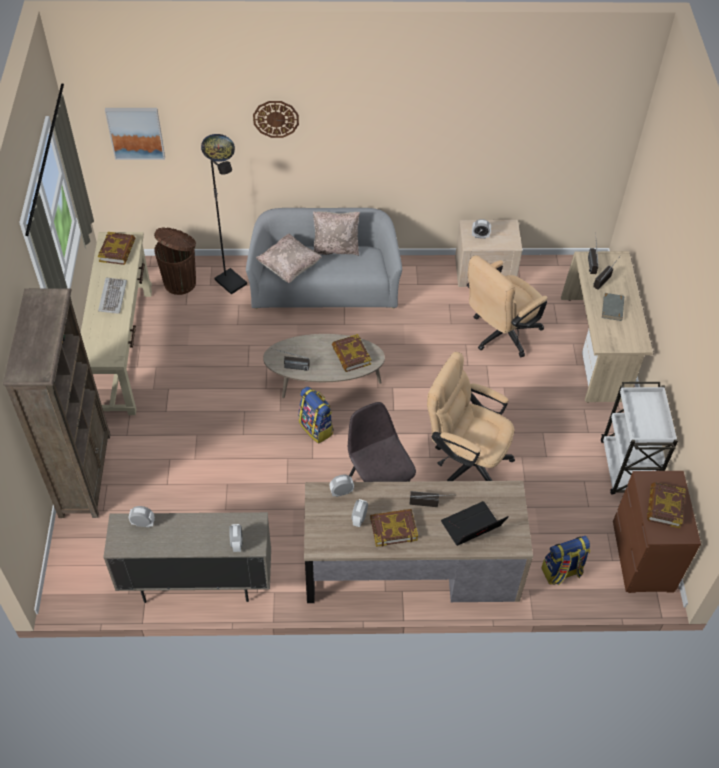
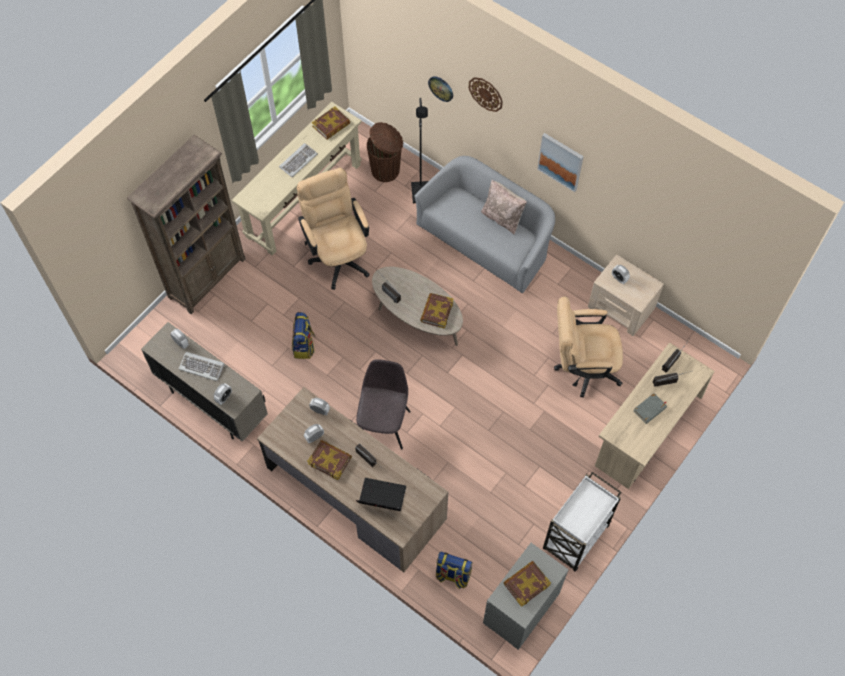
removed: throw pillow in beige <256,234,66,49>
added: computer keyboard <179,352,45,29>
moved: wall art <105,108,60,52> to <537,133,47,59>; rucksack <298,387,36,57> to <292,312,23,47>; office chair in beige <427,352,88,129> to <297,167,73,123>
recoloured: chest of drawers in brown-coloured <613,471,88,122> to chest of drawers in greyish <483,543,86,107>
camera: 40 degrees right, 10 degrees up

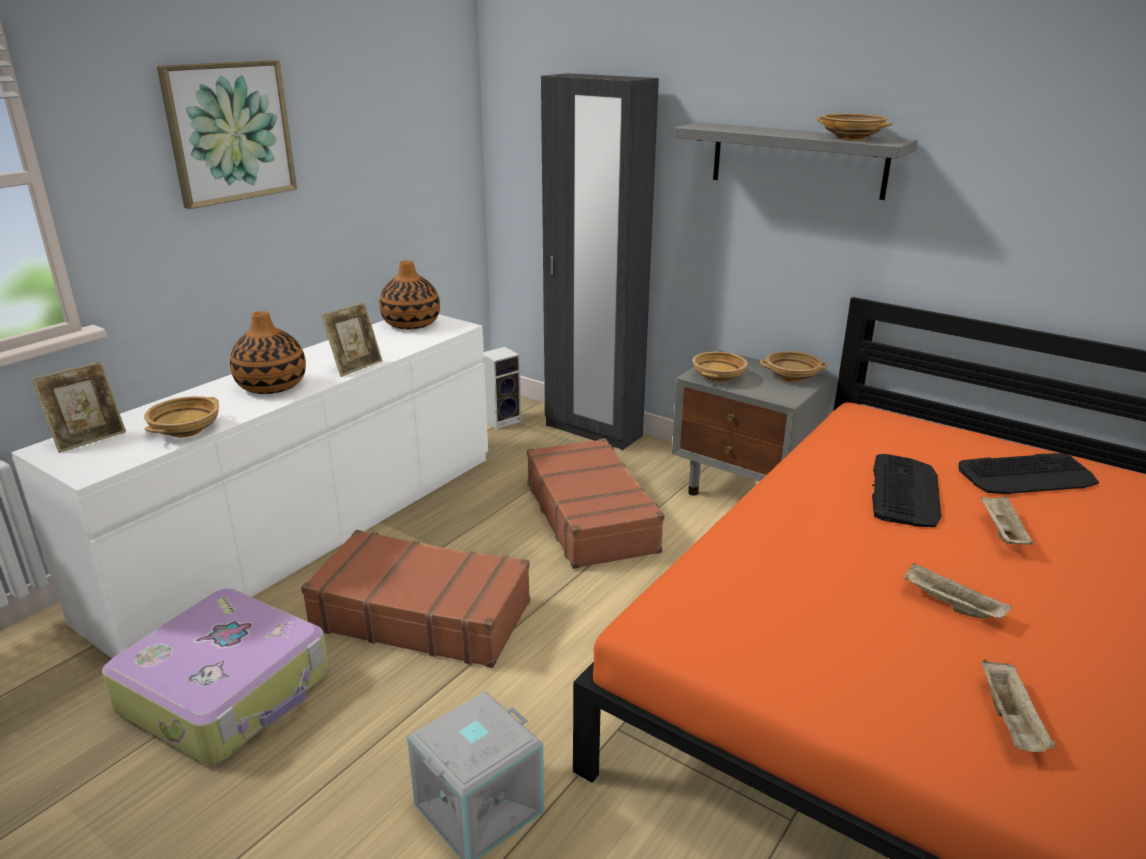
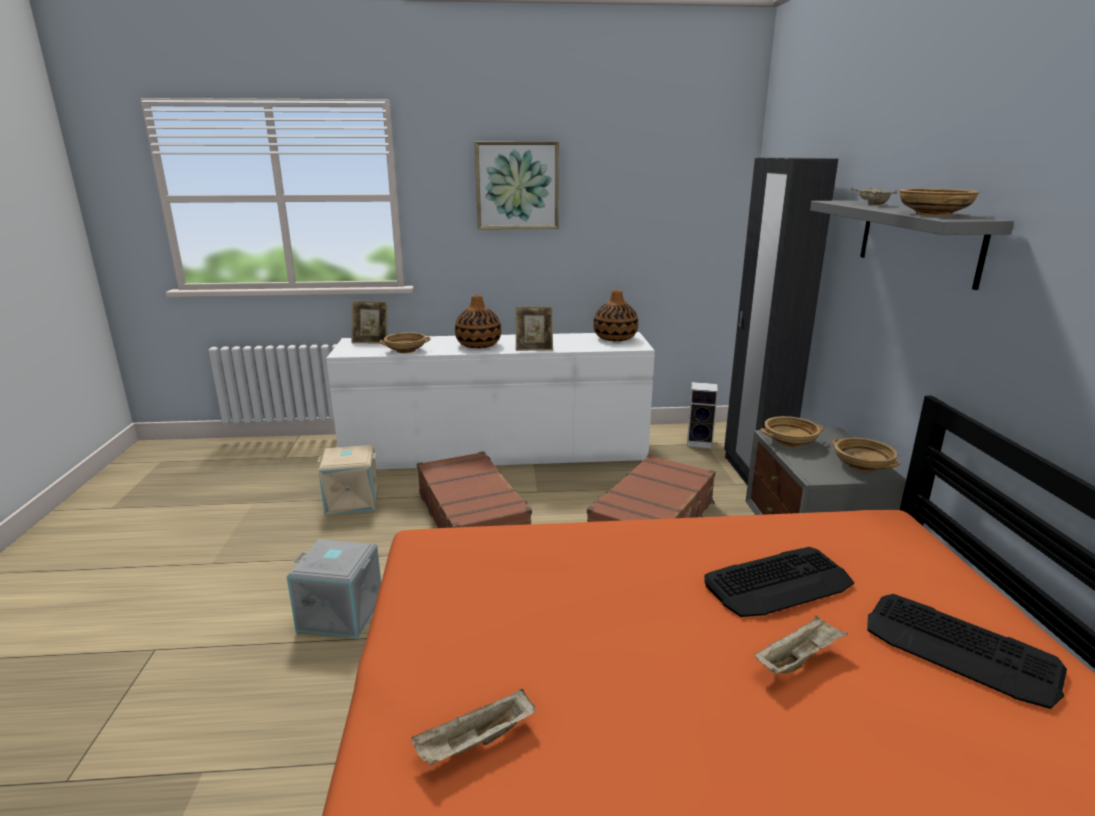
moved: serving tray in beige <904,563,108,55> to <851,187,46,18>
replaced: travel case <102,589,227,176> to storage container in beige <317,445,61,70>
camera: 50 degrees right, 5 degrees down

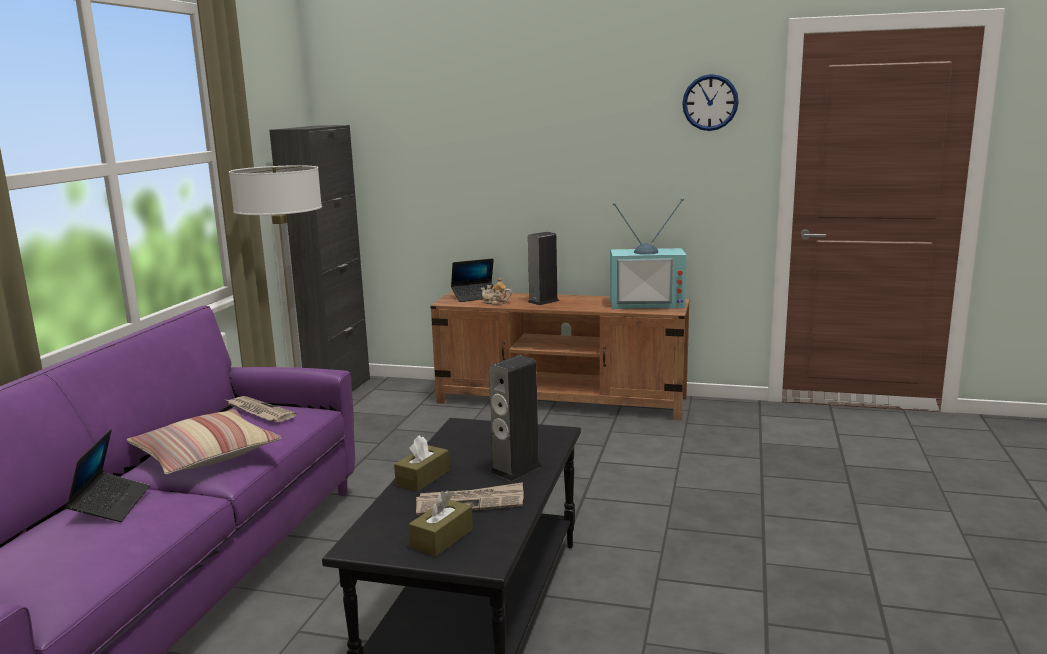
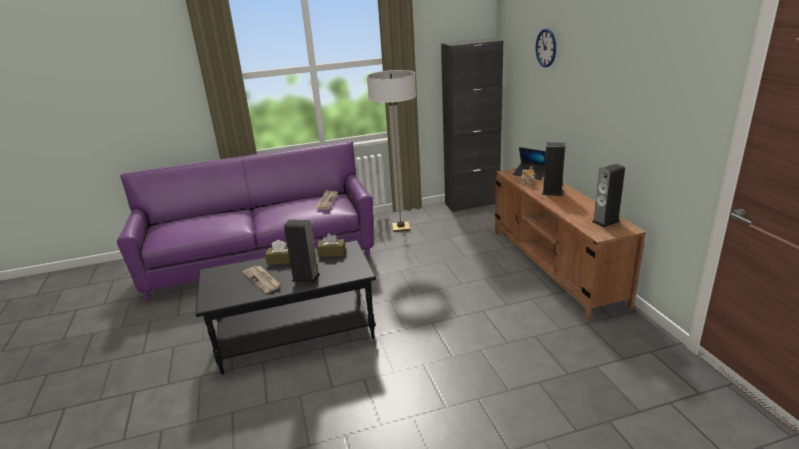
removed: laptop <66,429,84,93>; throw pillow <127,409,155,65>
moved: tissue box in brown-coloured <409,490,64,67> to <317,233,29,24>; wall clock <682,74,57,57> to <536,29,20,38>
replaced: TV <610,198,76,111> to loudspeaker <592,164,33,63>
camera: 60 degrees right, 10 degrees up

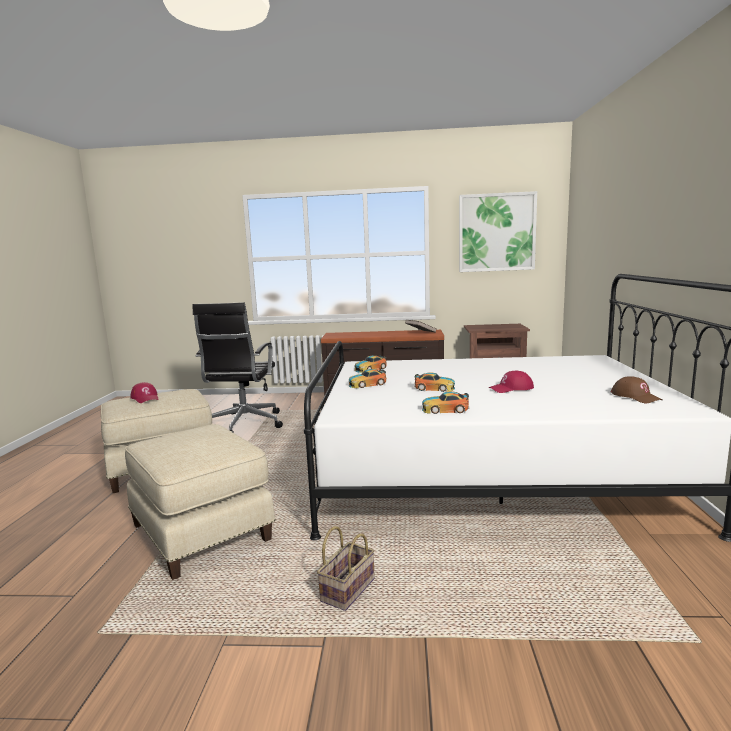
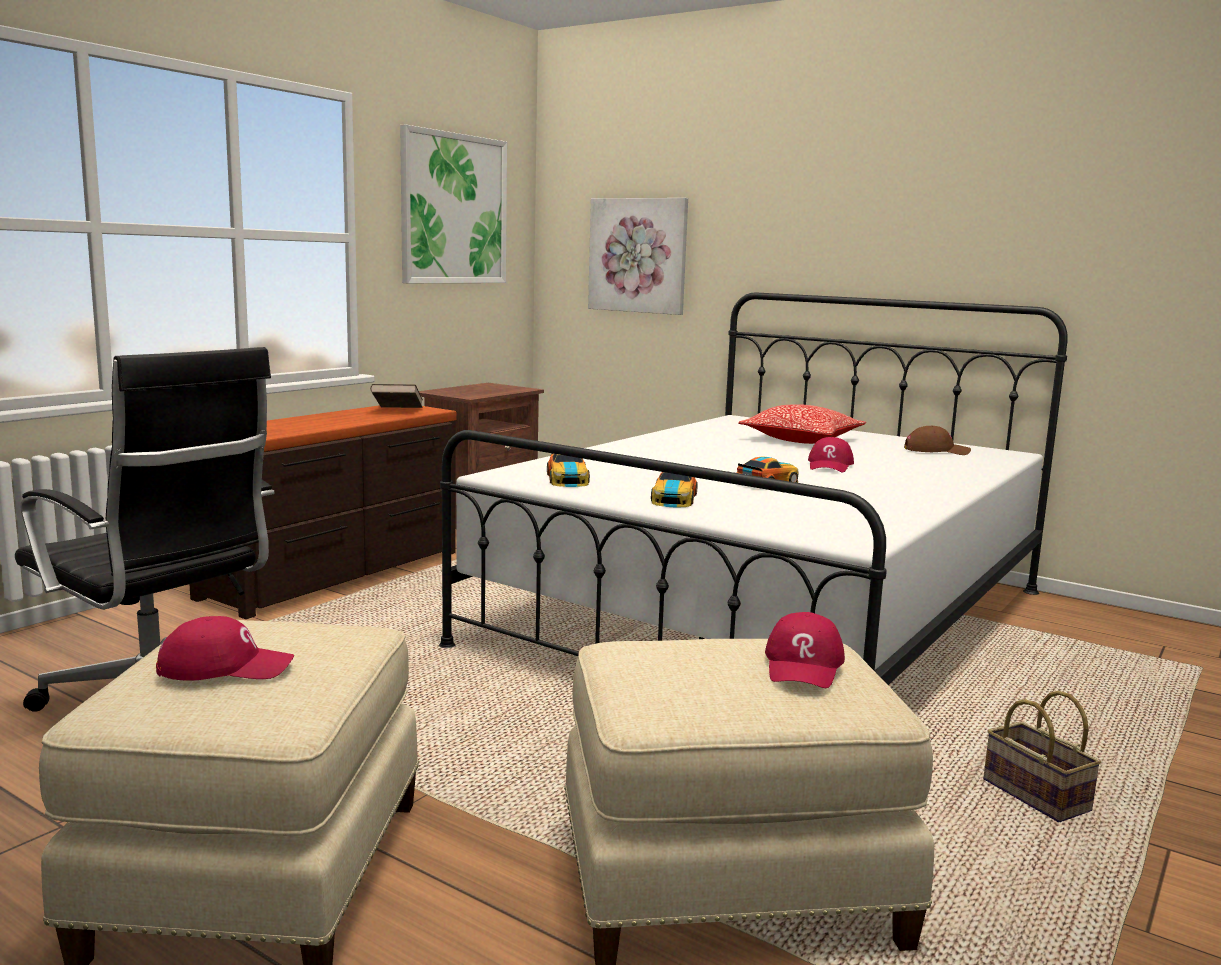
removed: model car <422,391,48,23>
added: wall art <588,198,100,117>; throw pillow <738,404,128,40>; baseball cap in red-coloured <765,612,80,76>
camera: 60 degrees left, 0 degrees up

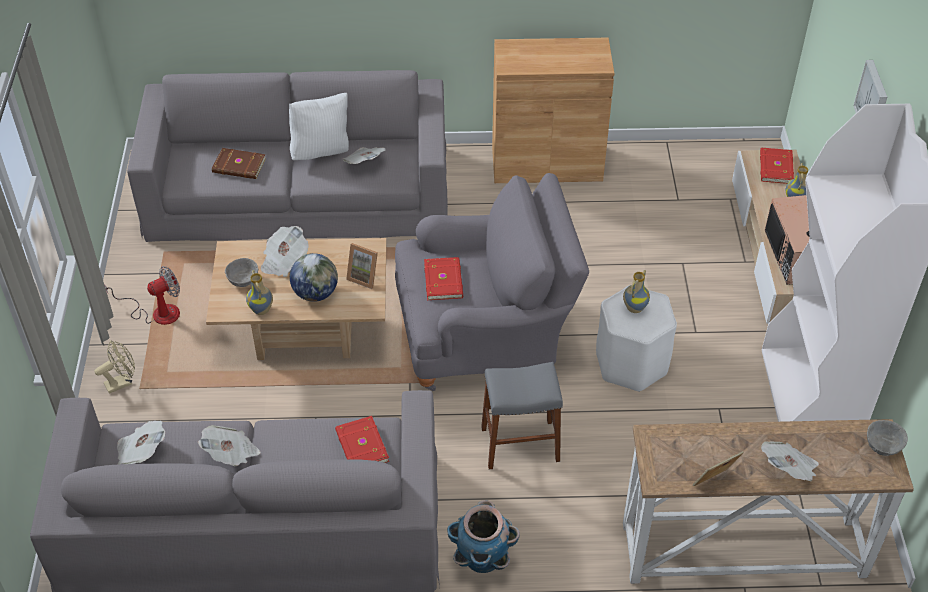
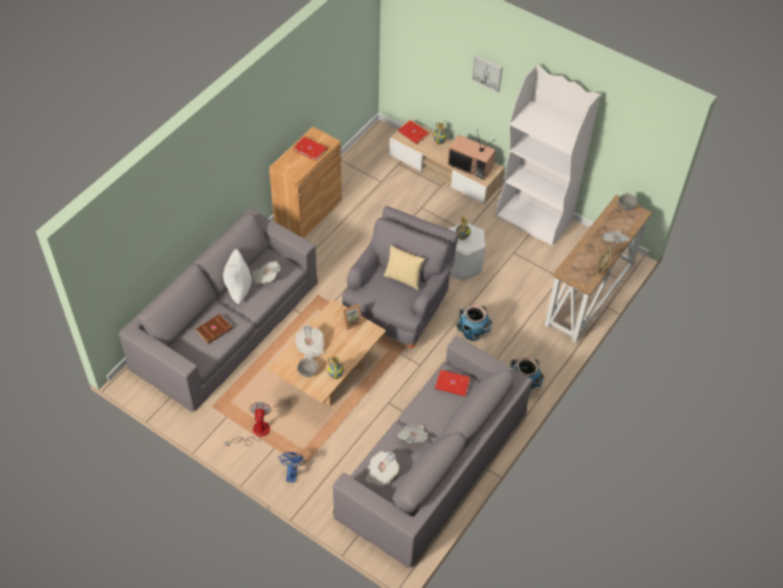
removed: globe <290,253,48,49>
added: throw pillow <383,245,42,45>
moved: bound book in red-coloured <424,257,39,43> to <293,137,34,24>
replaced: sitting stool in greyish <481,362,82,107> to planter <456,305,37,36>
recoloured: electric fan in beige <95,340,40,54> to electric fan in blue <278,452,27,31>
camera: 55 degrees left, 5 degrees up

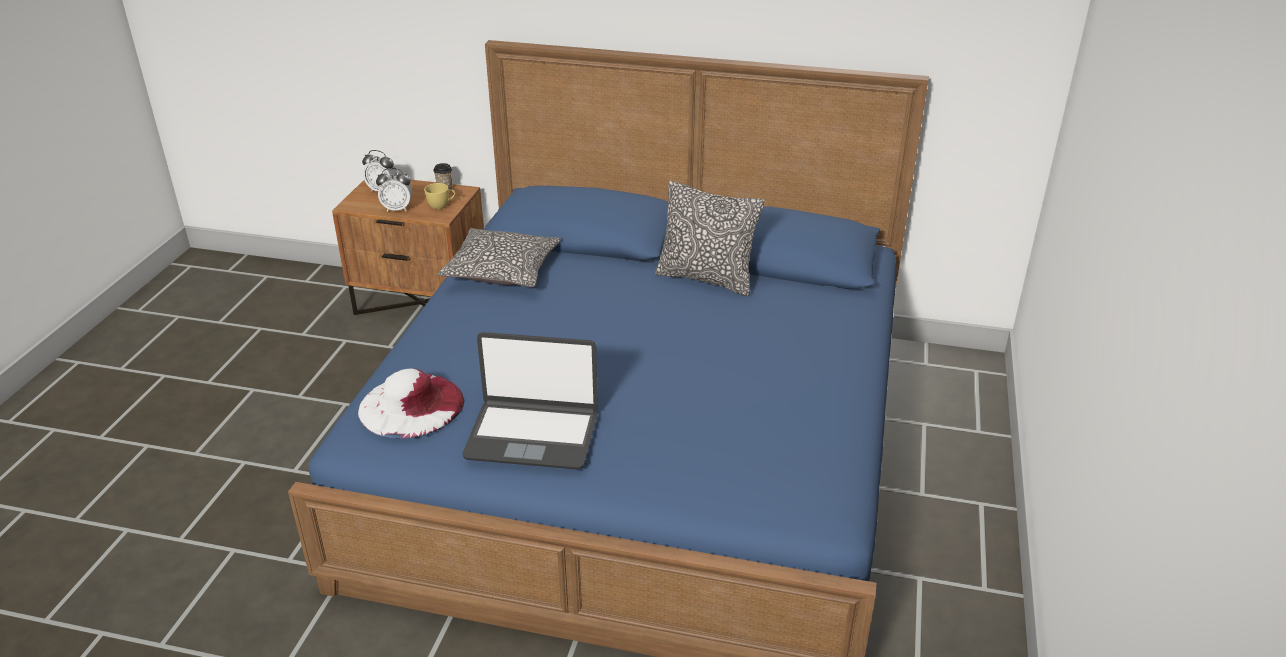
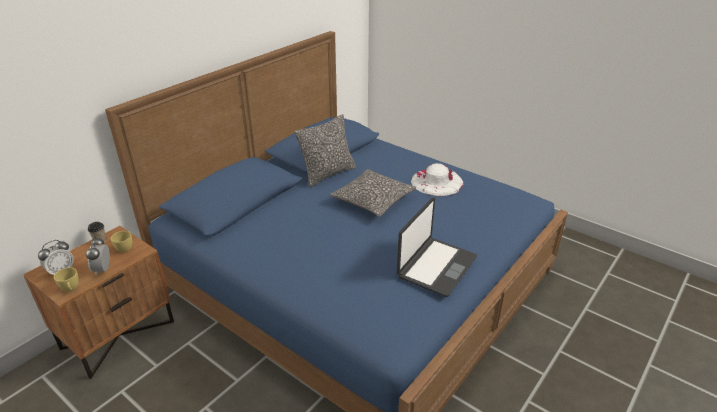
added: small cup in yellowish <54,267,25,25>
moved: hat in whitish <358,368,106,71> to <411,163,53,33>; throw pillow <437,228,124,59> to <330,169,86,48>
turned: alarm clock <376,168,36,44> = <86,237,24,38> 150 degrees clockwise
camera: 65 degrees left, 0 degrees up

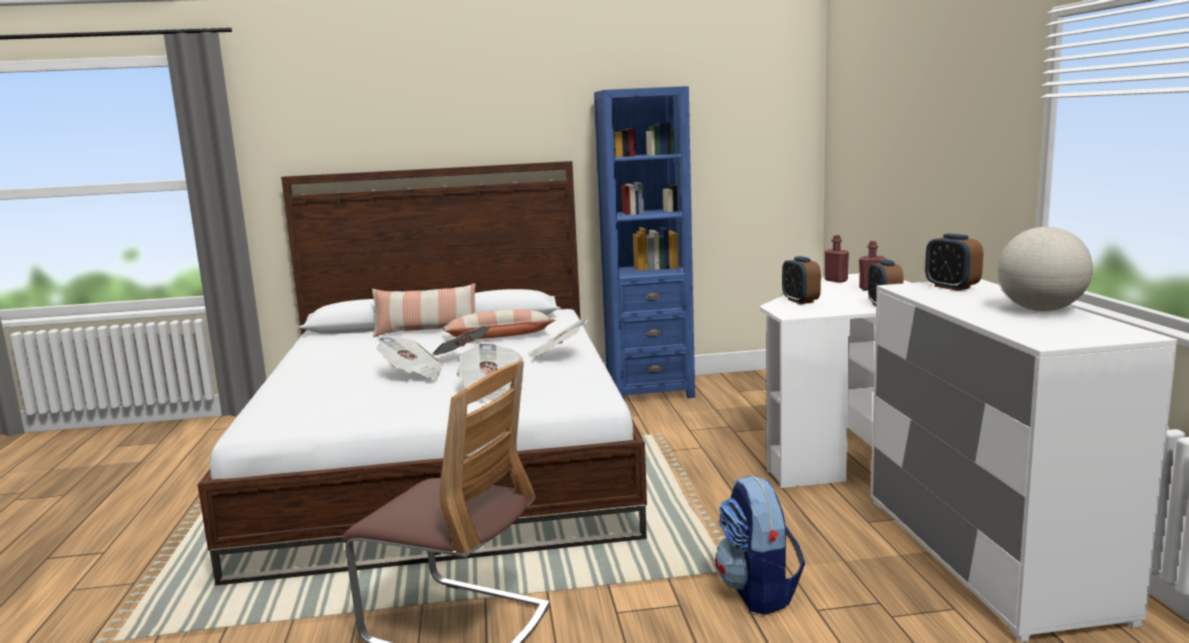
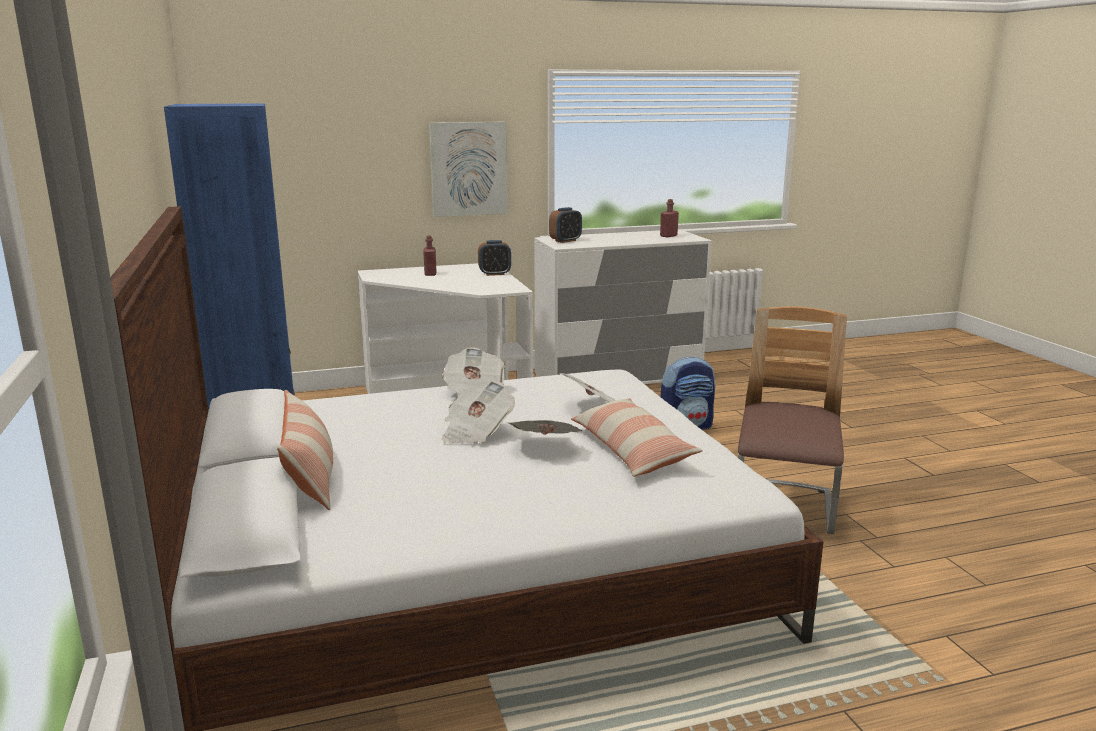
removed: alarm clock <782,256,39,48>; globe <998,227,95,84>
added: wall art <429,122,79,95>
moved: throw pillow <443,309,113,30> to <571,398,132,79>; beverage bottle in red-coloured <825,235,24,48> to <660,199,19,39>
camera: 100 degrees left, 5 degrees up

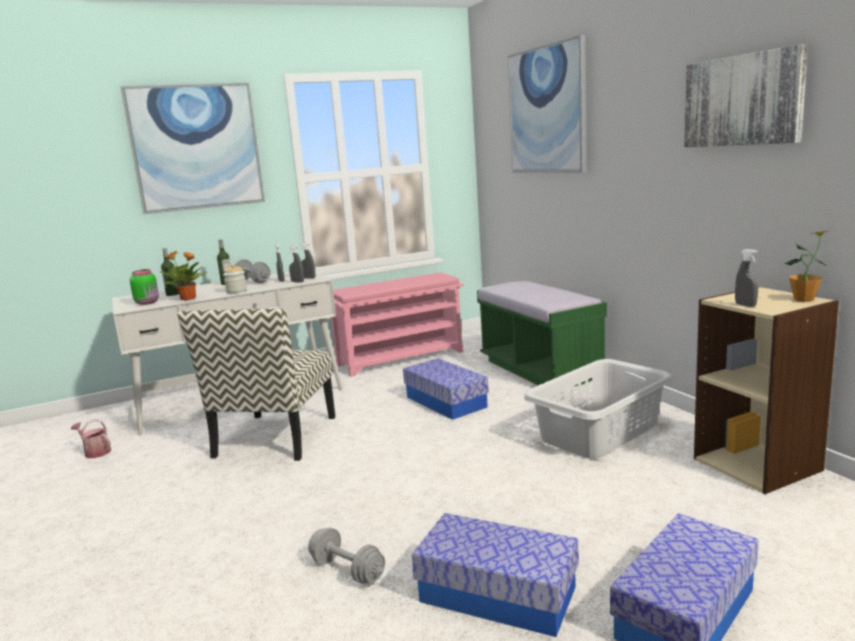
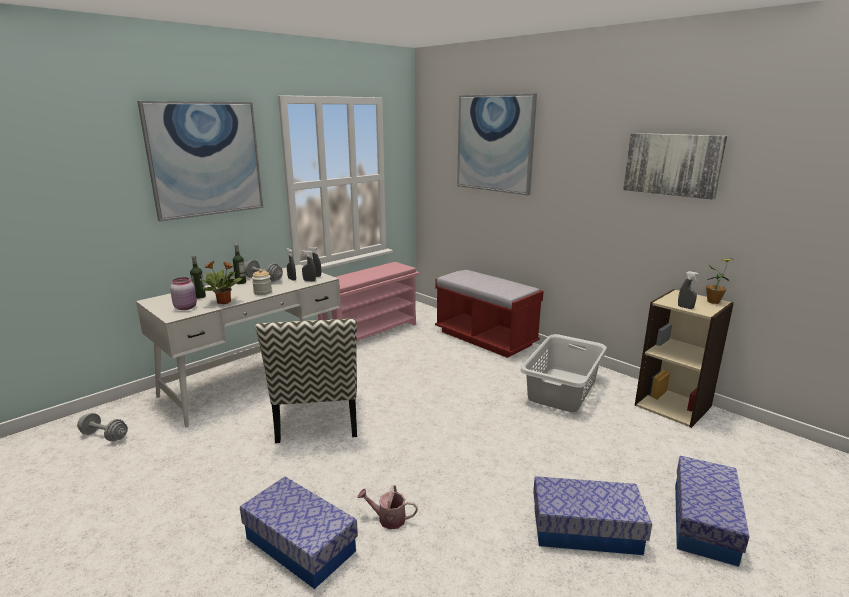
moved: watering can <71,419,40,39> to <357,485,61,44>; hand weight in greyish <308,527,77,57> to <77,413,51,29>; storage container <403,358,86,62> to <240,476,118,113>
recoloured: preserve jar in green <130,269,29,36> to preserve jar in pinkish <170,277,27,33>; indoor bench in green <477,281,130,106> to indoor bench in red-coloured <435,270,109,88>
camera: 20 degrees left, 5 degrees up

